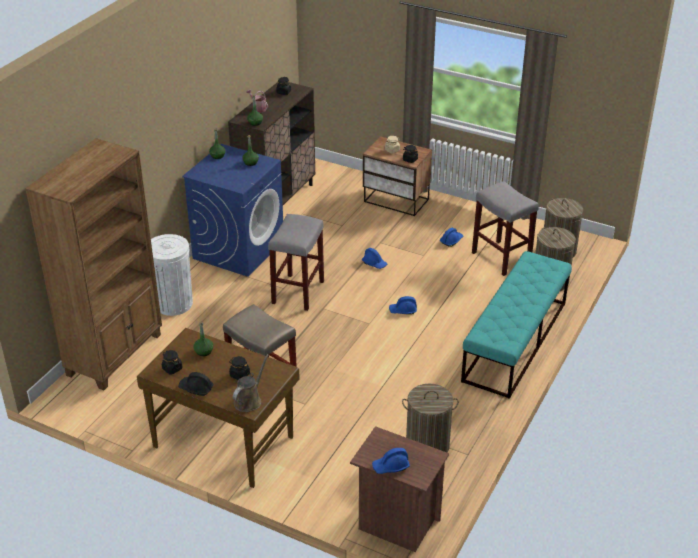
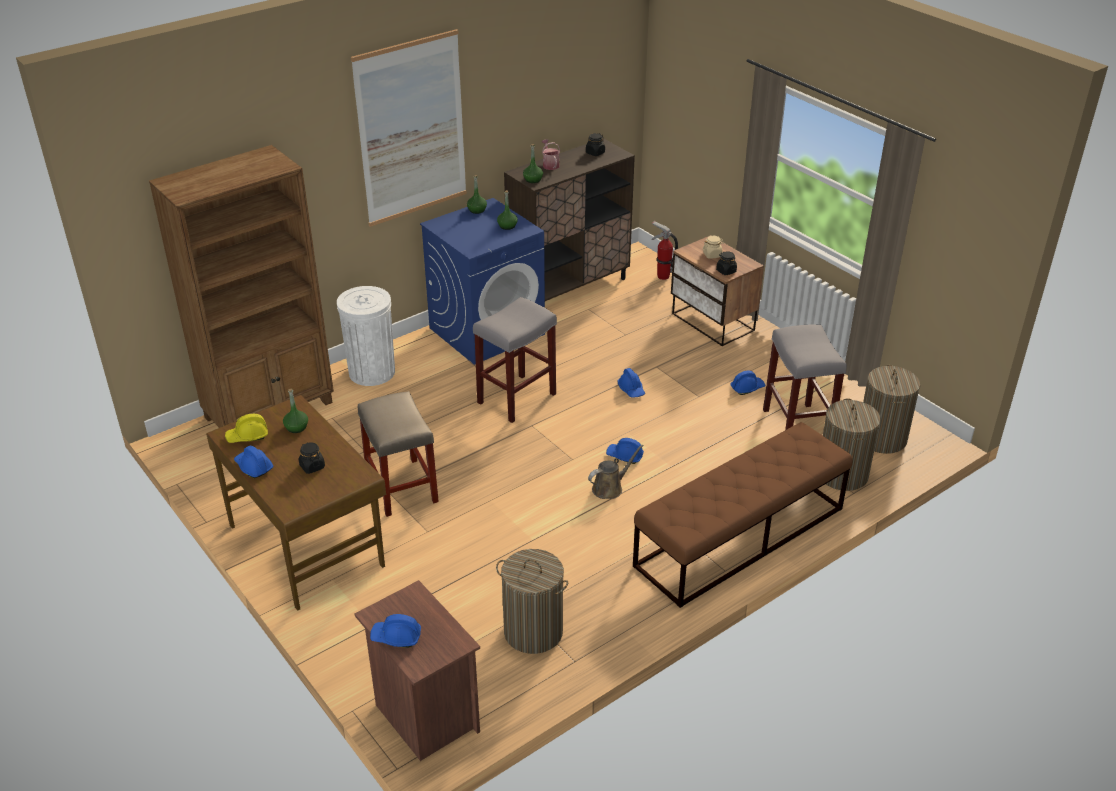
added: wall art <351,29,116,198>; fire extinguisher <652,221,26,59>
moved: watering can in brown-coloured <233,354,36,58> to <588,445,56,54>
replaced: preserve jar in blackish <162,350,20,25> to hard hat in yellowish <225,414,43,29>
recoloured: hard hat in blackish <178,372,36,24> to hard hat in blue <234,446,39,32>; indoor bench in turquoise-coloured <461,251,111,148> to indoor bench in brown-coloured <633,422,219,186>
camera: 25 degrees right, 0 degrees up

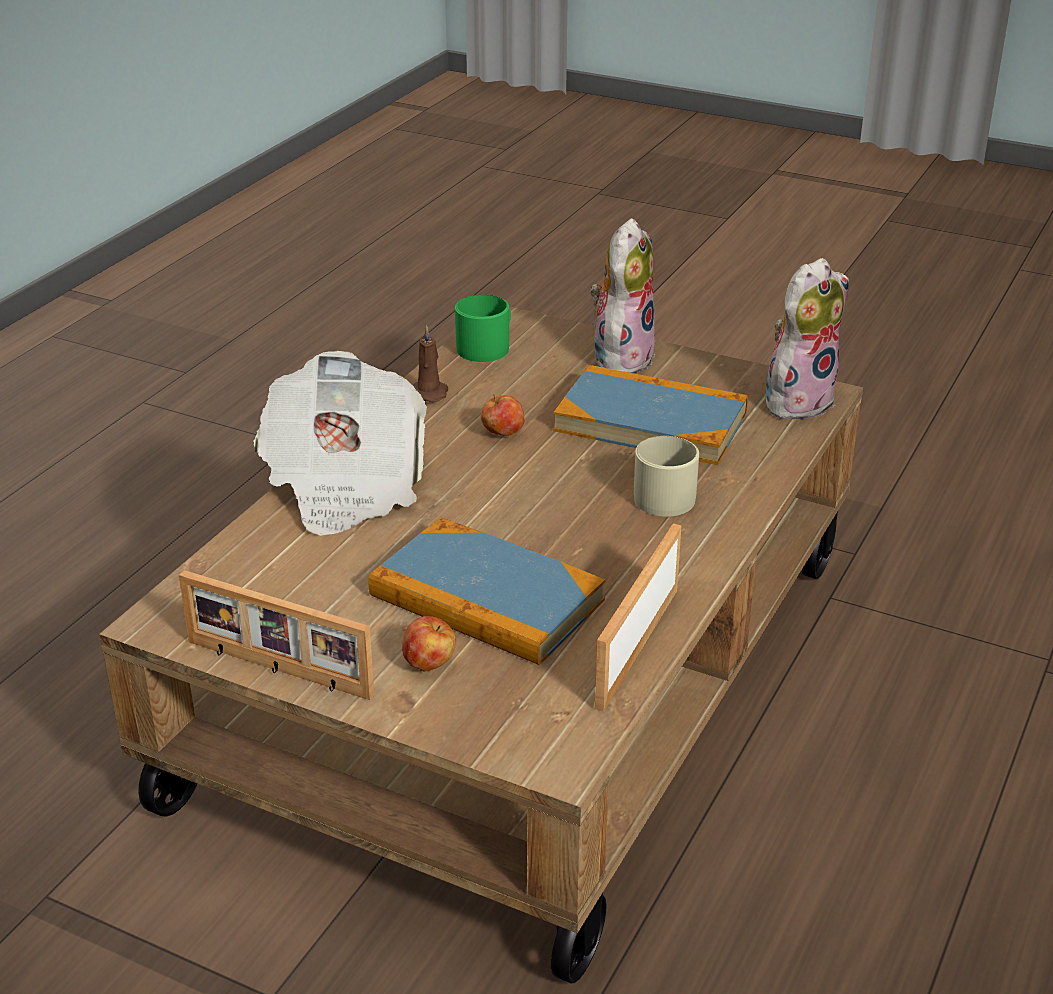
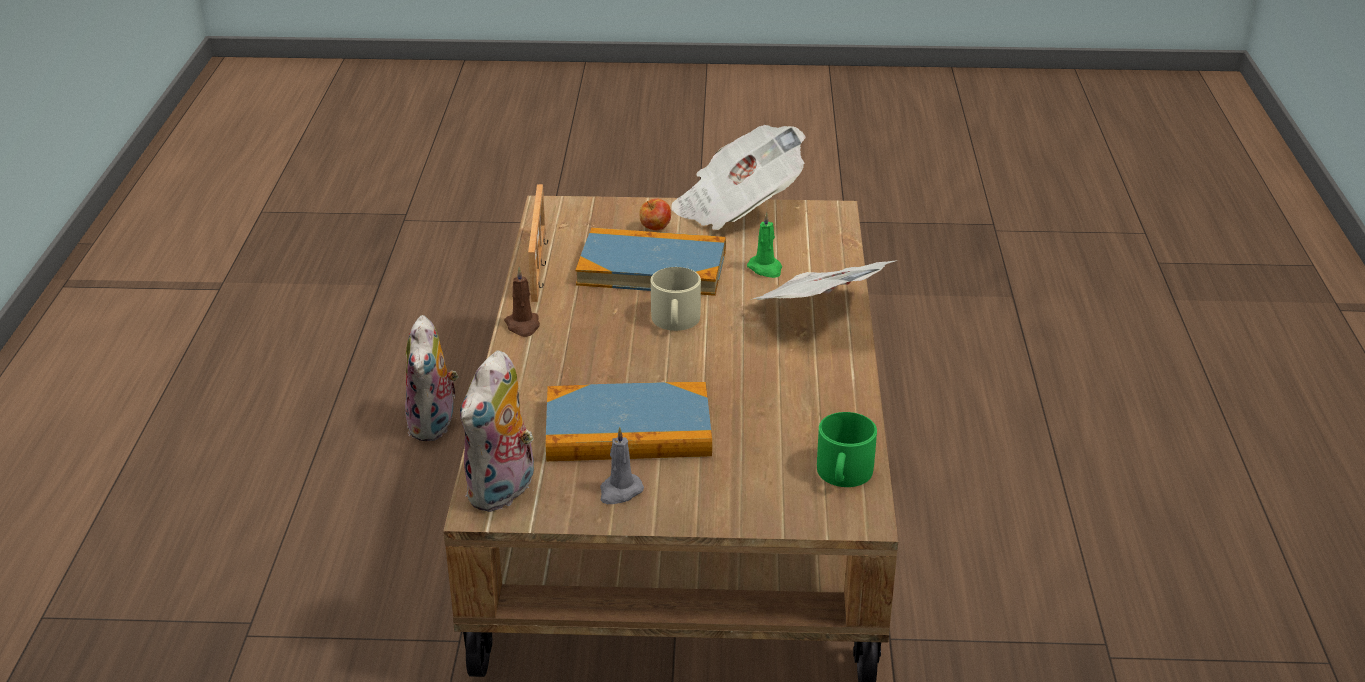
removed: apple <481,394,44,42>
added: candle in greyish <600,427,44,77>; candle in green <747,212,35,66>
moved: candle in brown-coloured <413,326,35,76> to <504,267,36,70>; cuddly toy <590,218,65,157> to <405,315,53,126>; tea mug in beige <634,436,65,81> to <651,267,50,64>
replaced: photo frame <179,570,195,130> to daily paper <671,125,135,105>
camera: 155 degrees right, 0 degrees up

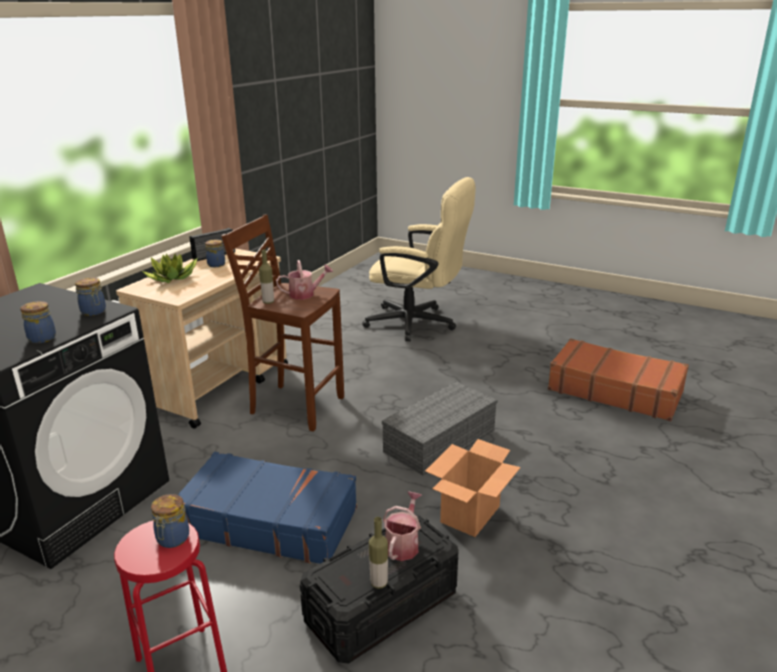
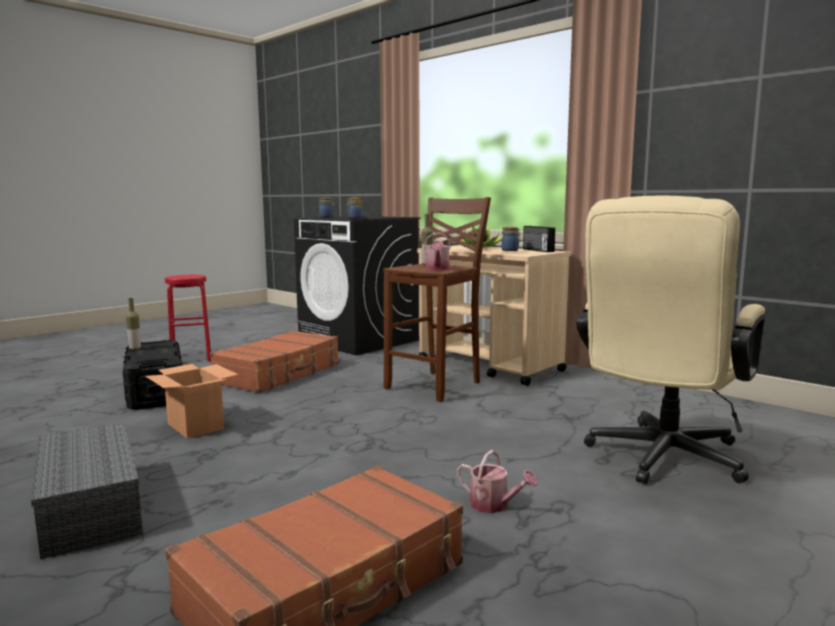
removed: preserve jar <151,494,38,54>
moved: storage container in greyish <382,381,116,95> to <31,422,112,137>; watering can <383,491,39,70> to <457,450,81,63>
recoloured: travel case in blue <178,452,179,112> to travel case in brown-coloured <210,330,129,63>
camera: 105 degrees right, 15 degrees down

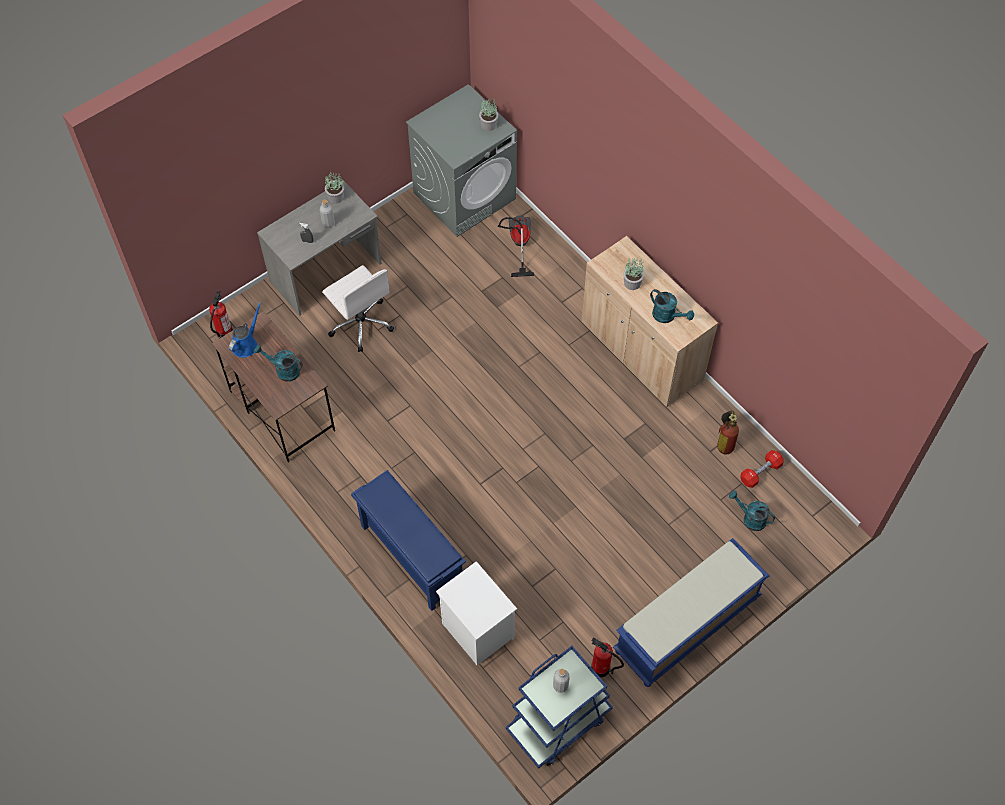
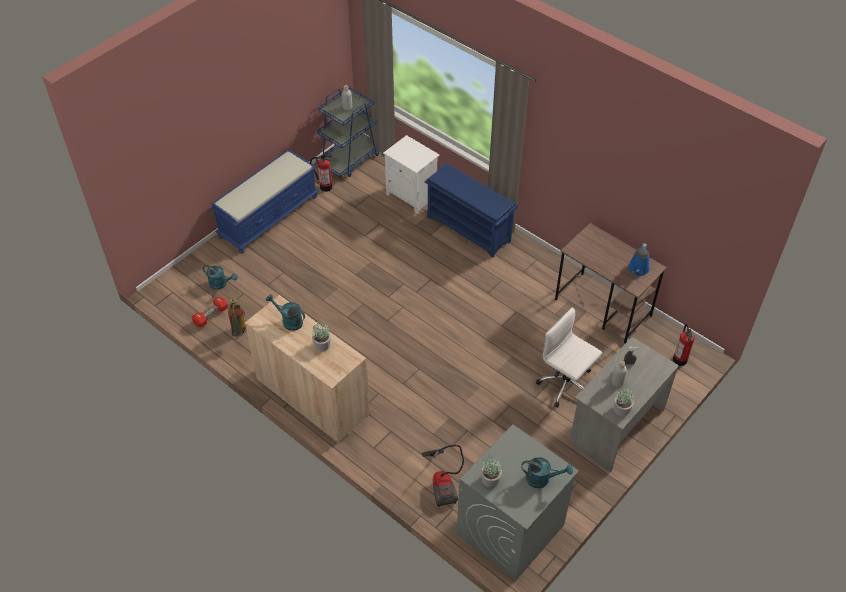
moved: watering can in turquoise-coloured <254,344,49,38> to <521,457,52,31>
camera: 170 degrees right, 10 degrees down

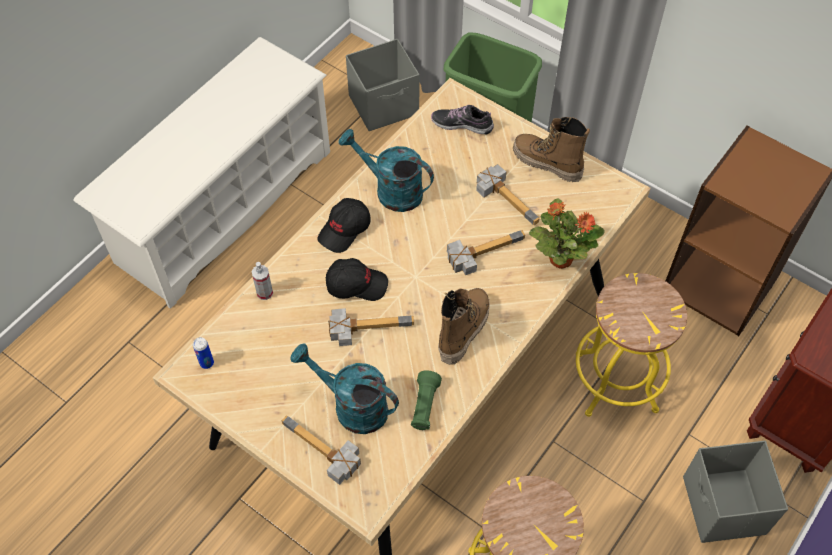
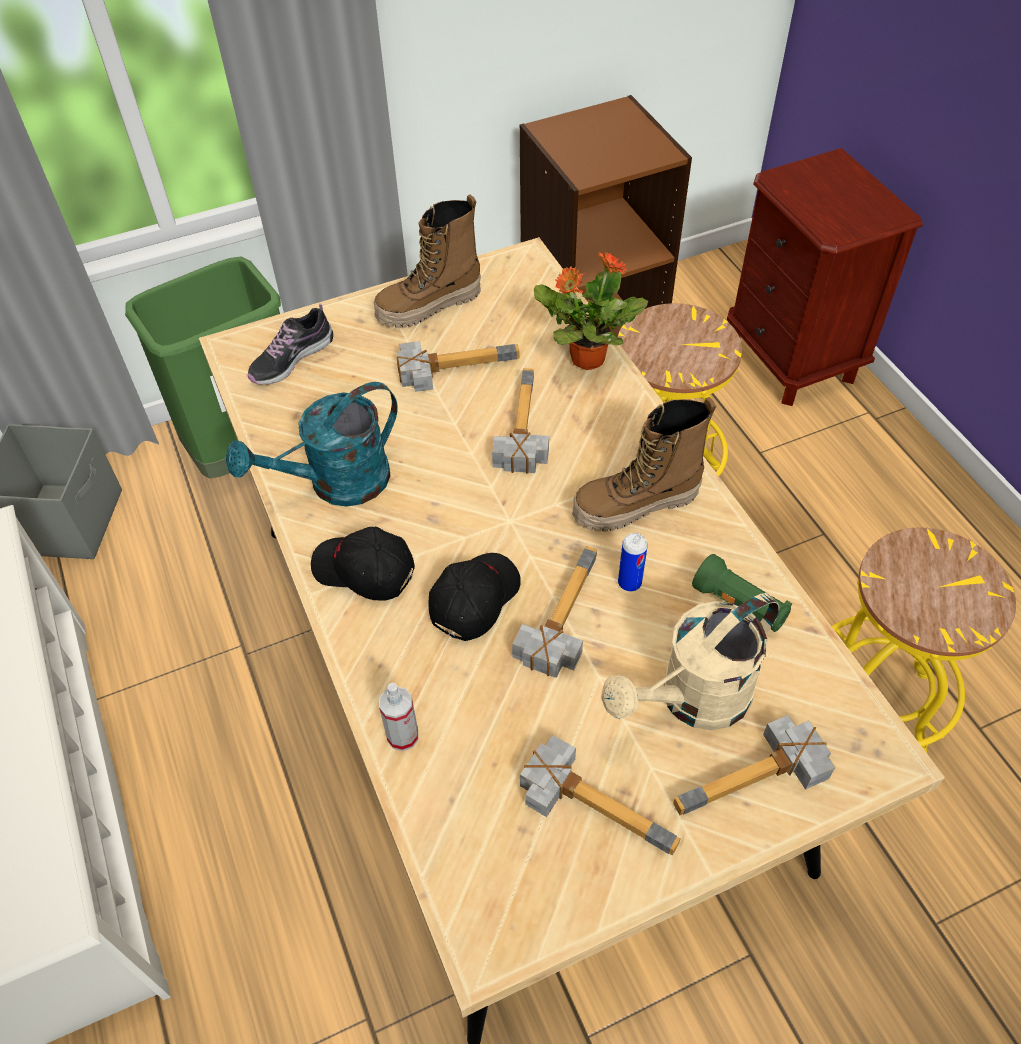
removed: storage container in greyish <683,441,105,102>
added: hammer <520,734,160,122>
moved: can <193,337,21,32> to <618,533,30,58>
recoloured: watering can in turquoise-coloured <290,343,109,91> to watering can in beige <601,593,178,137>
turned: baseball cap in blackish <318,198,53,55> = <311,527,104,74> 135 degrees clockwise; high-top boot <438,288,52,77> = <572,397,144,135> 75 degrees counterclockwise
camera: 60 degrees left, 5 degrees down

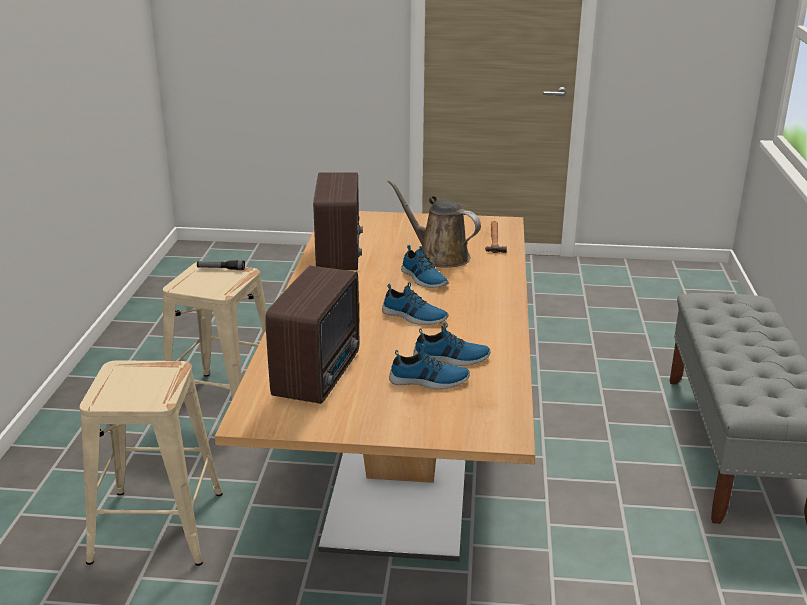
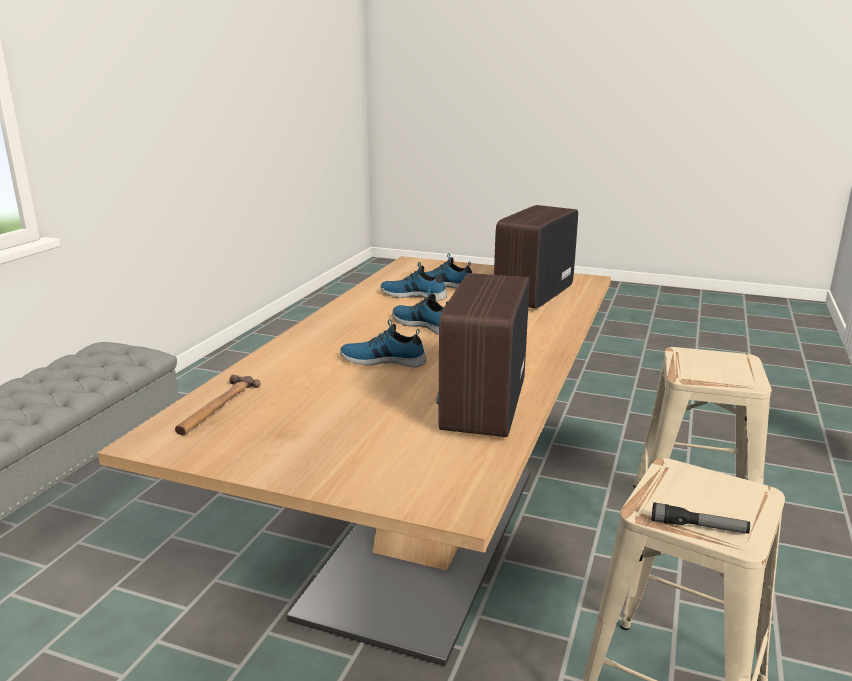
removed: watering can in brown-coloured <387,180,94,88>
turned: low shoe <401,245,48,43> = <340,319,86,48> 60 degrees counterclockwise
camera: 165 degrees left, 5 degrees down

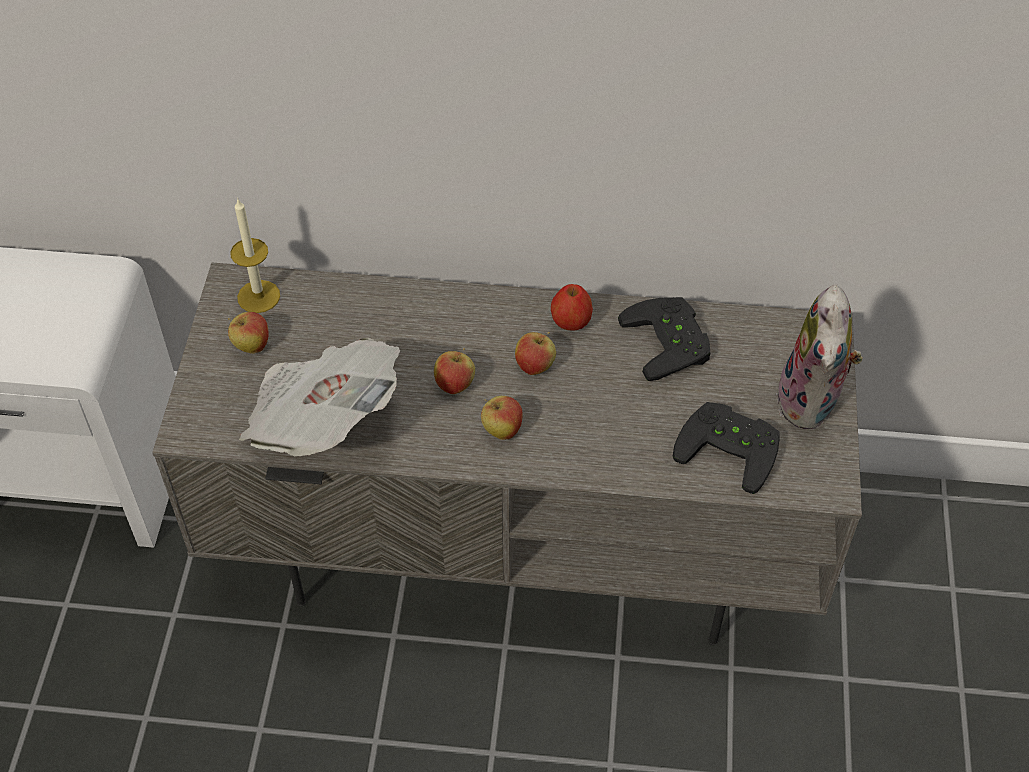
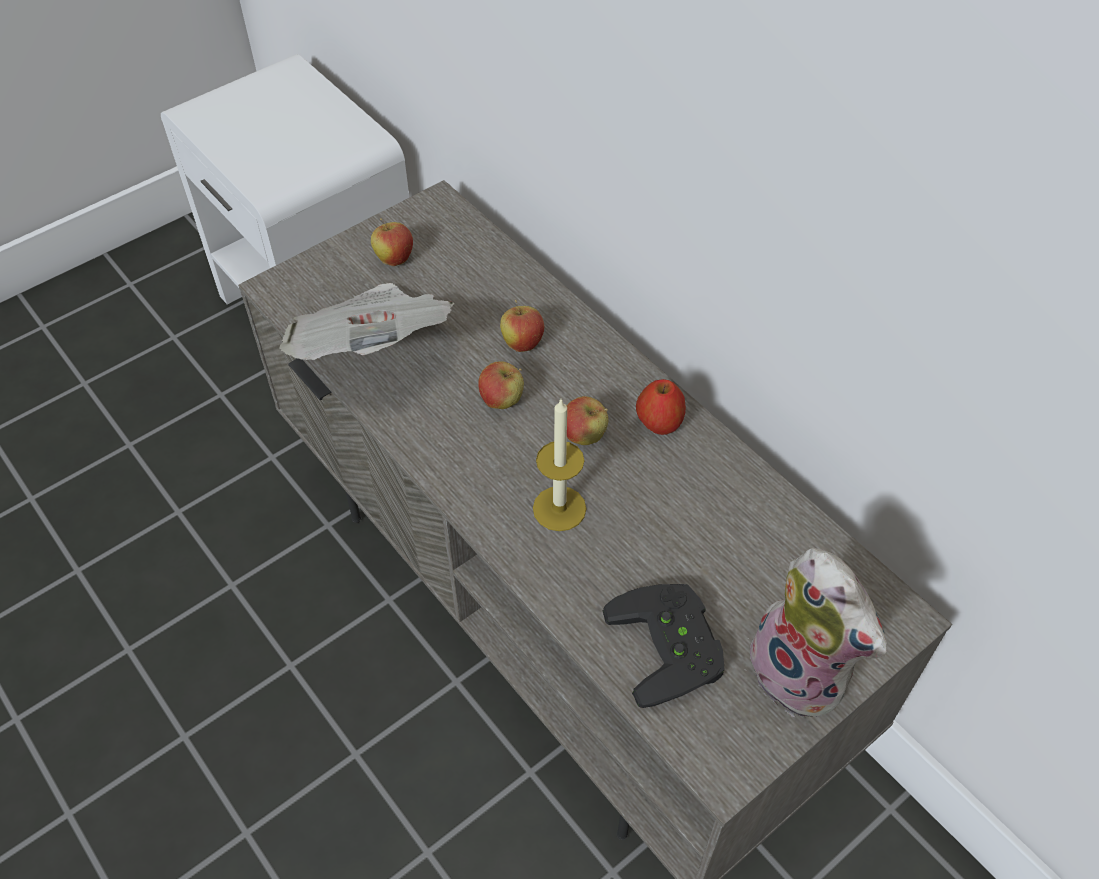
removed: gamepad in blackish <618,297,92,84>
moved: candle <230,199,50,114> to <533,398,53,133>; apple <481,396,42,44> to <500,300,44,52>
turned: cuddly toy <776,284,87,145> = <745,548,142,169> 90 degrees counterclockwise
camera: 45 degrees right, 0 degrees up

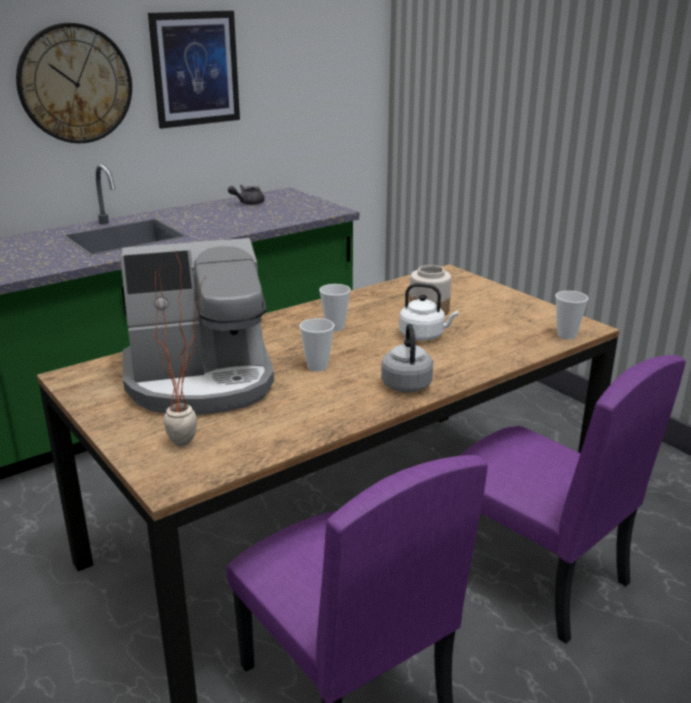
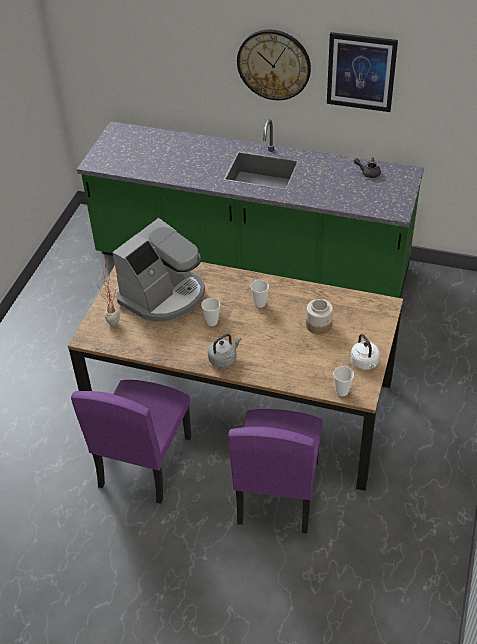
moved: water kettle in whitish <399,283,59,58> to <351,334,29,36>
turned: coffee brewer <120,238,154,177> = <112,218,93,104> 90 degrees counterclockwise
camera: 55 degrees right, 20 degrees up

